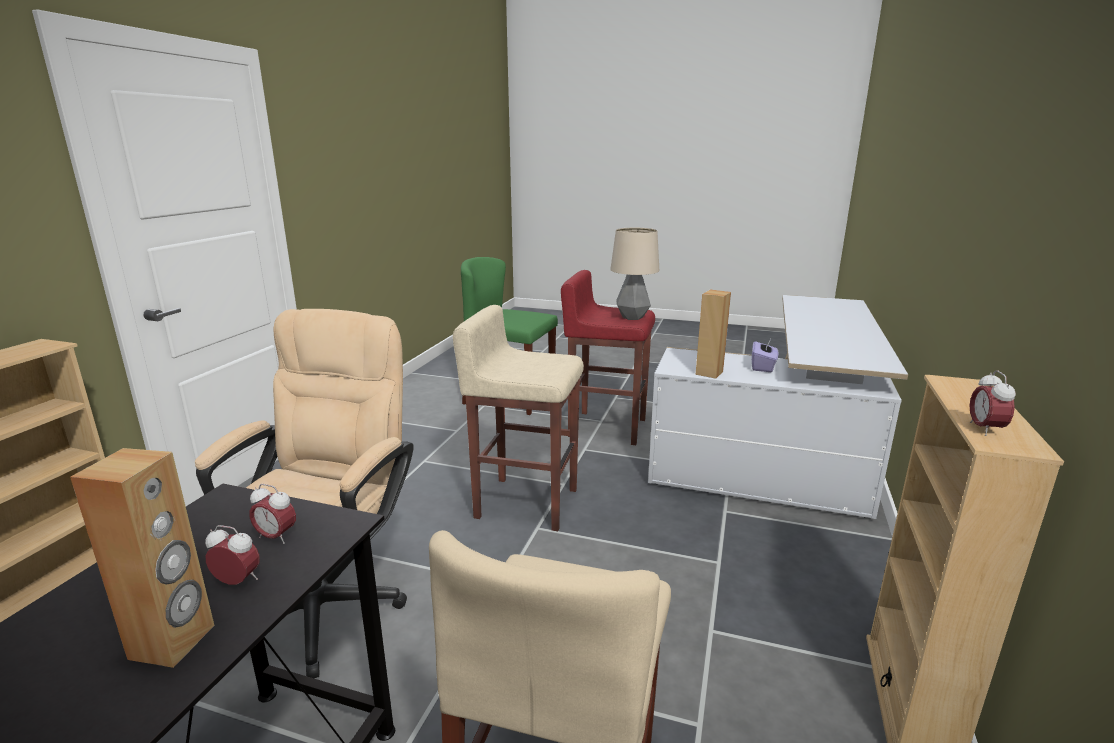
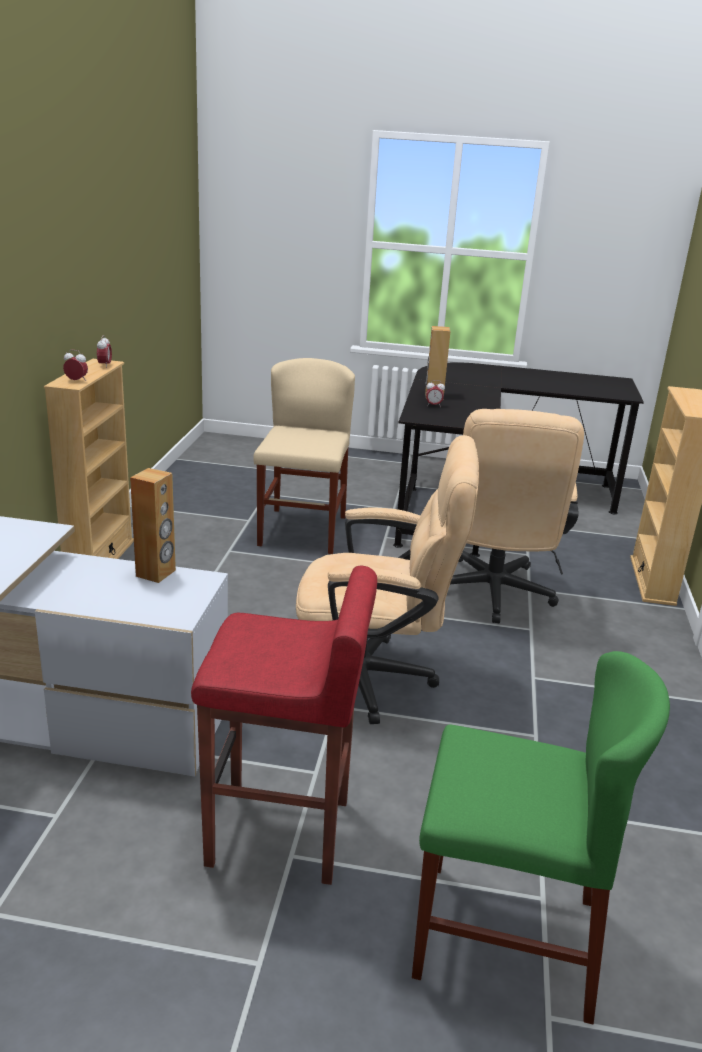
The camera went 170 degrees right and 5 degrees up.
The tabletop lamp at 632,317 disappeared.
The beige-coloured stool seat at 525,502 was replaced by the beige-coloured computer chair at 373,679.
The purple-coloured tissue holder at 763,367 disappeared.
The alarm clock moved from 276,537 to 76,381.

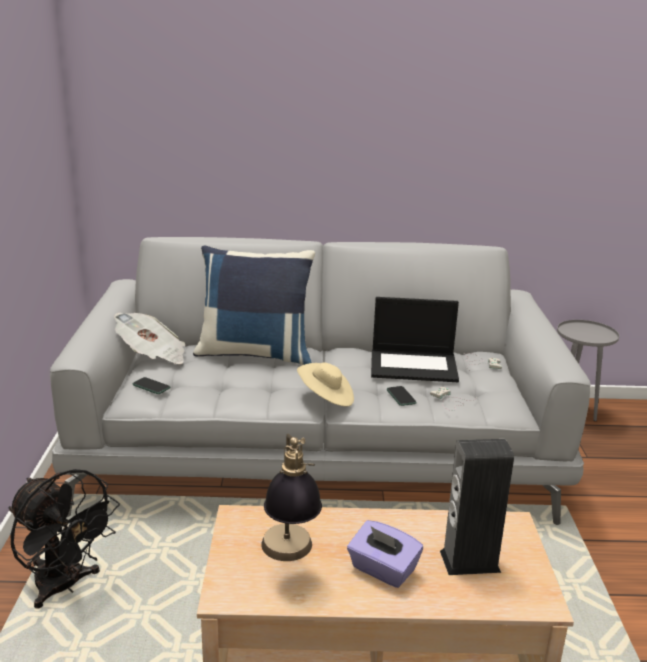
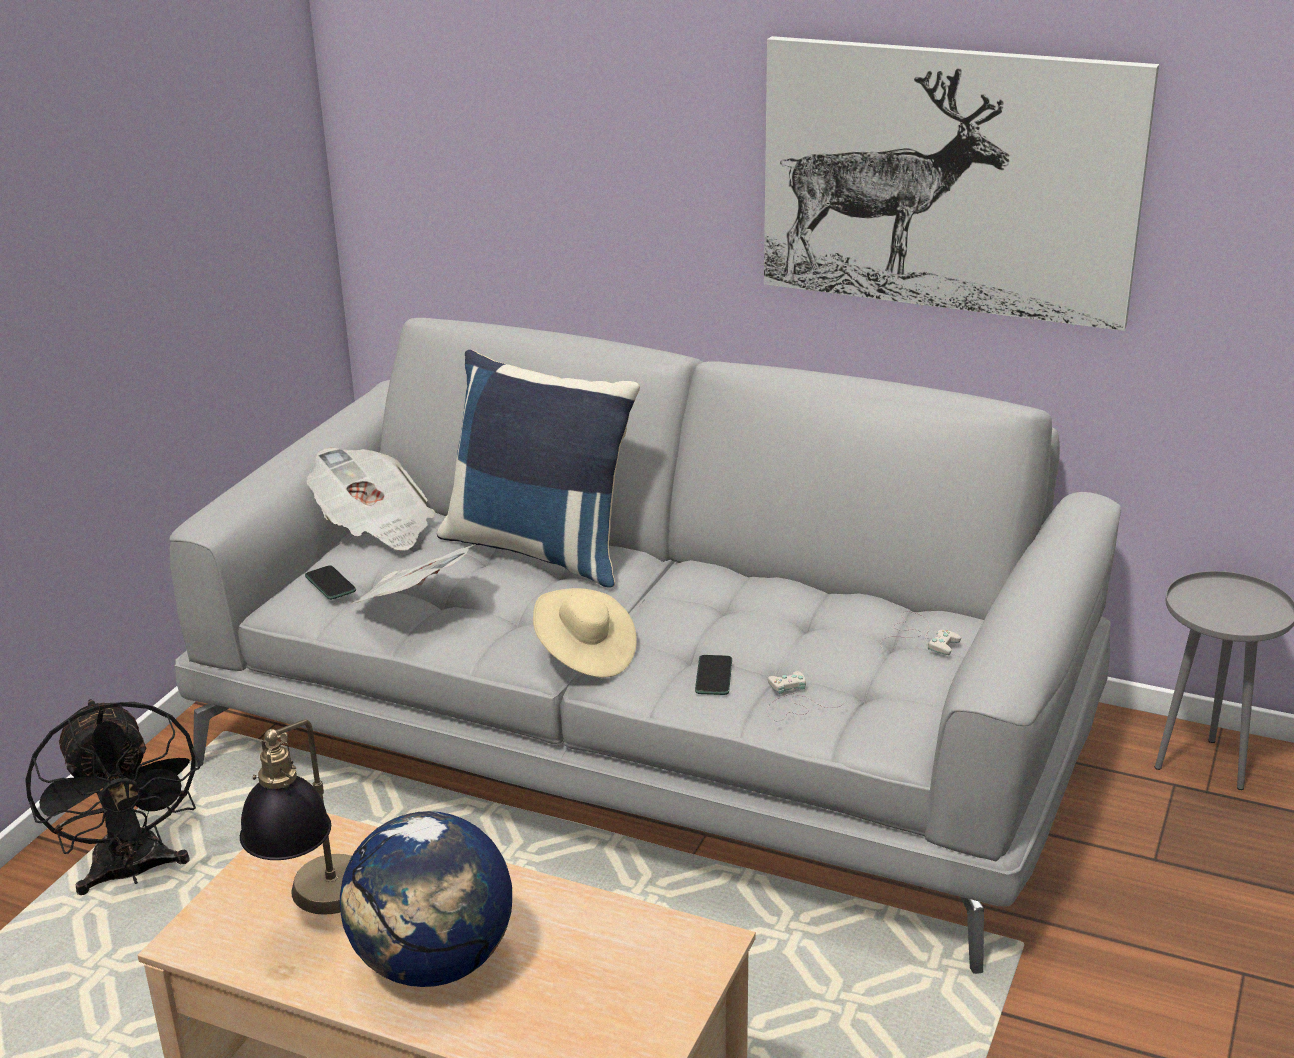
The camera went 25 degrees right and 5 degrees up.
The notebook computer at 414,365 disappeared.
The audio speaker at 470,561 disappeared.
The purple-coloured tissue holder at 382,570 was replaced by the globe at 433,963.
The wall art at 948,180 appeared.
The daily paper at 416,604 appeared.

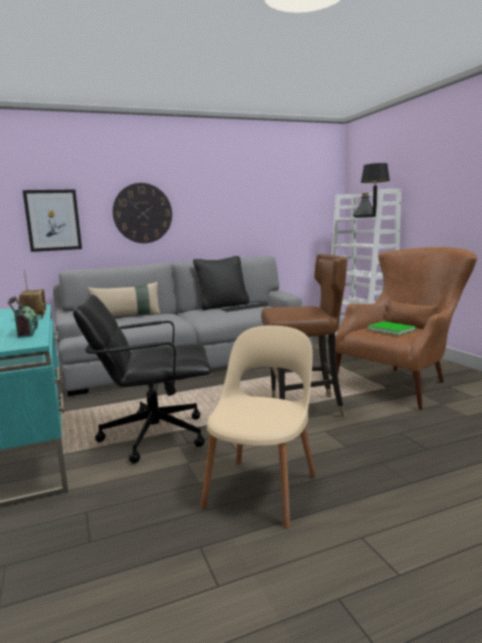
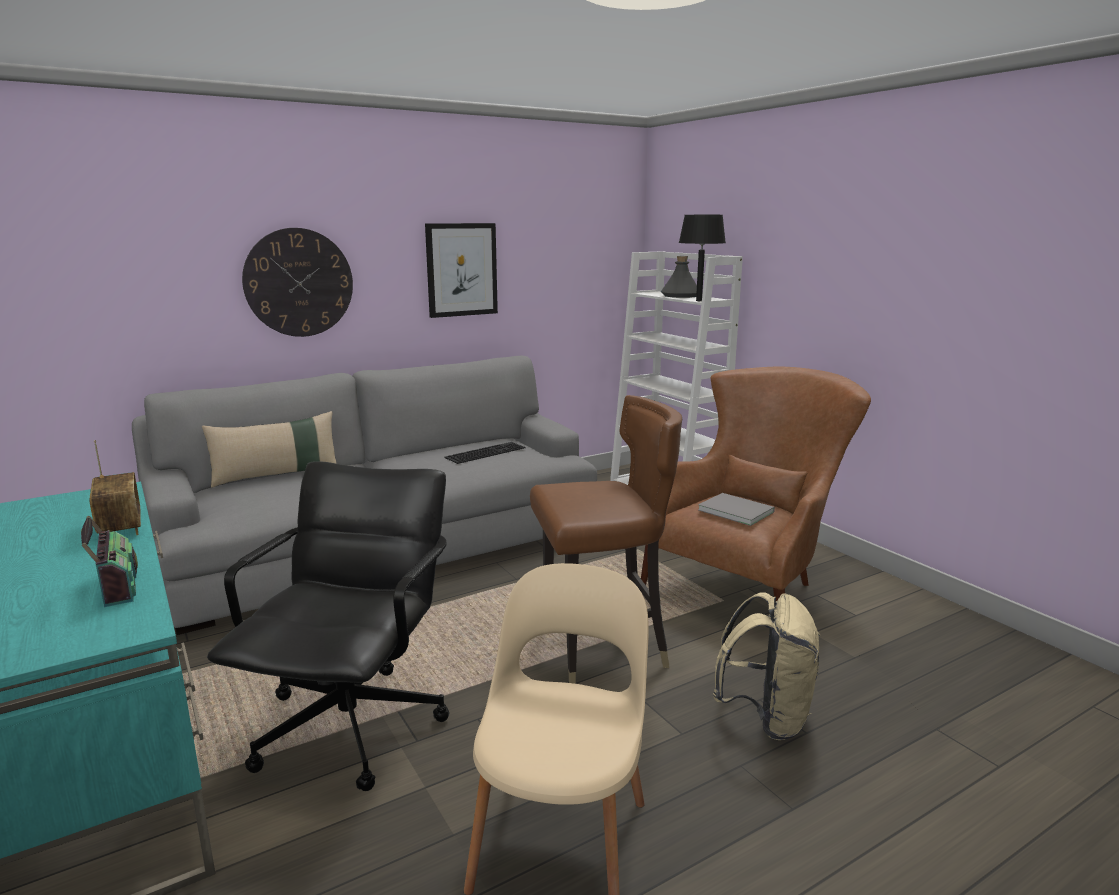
The camera went 10 degrees left and 5 degrees up.
The wall art moved from 53,220 to 461,270.
The black cushion at 223,306 disappeared.
The black computer chair at 153,435 turned 120 degrees clockwise.
The greenish book at 390,329 became the grey book at 735,510.
The beige-coloured knapsack at 766,717 appeared.

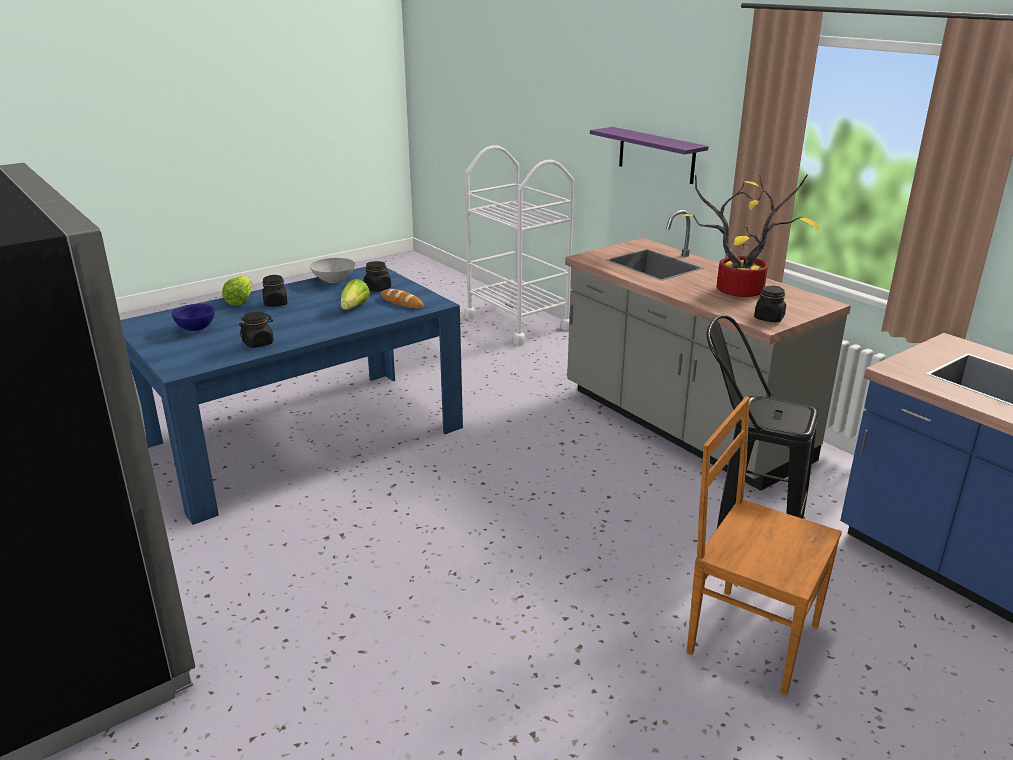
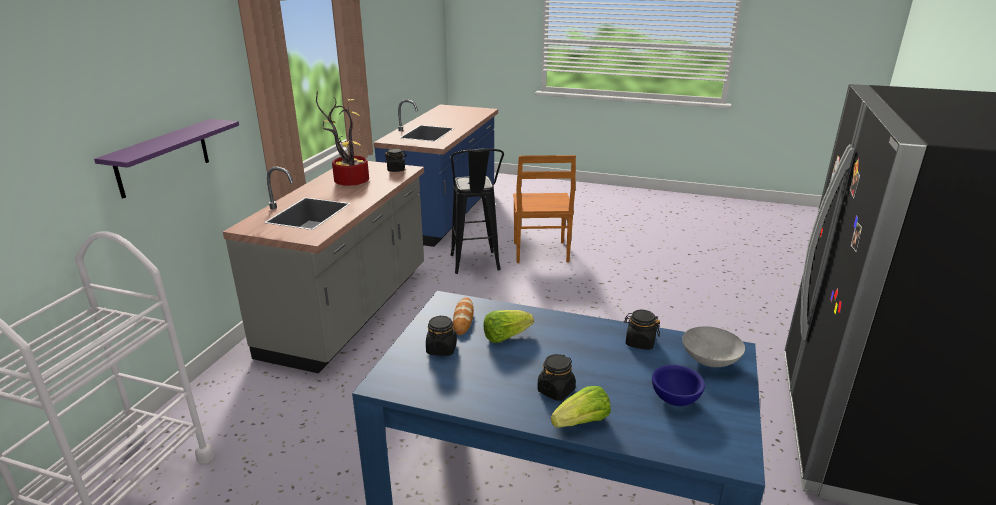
The camera went 125 degrees left and 0 degrees up.
The grey deep dish moved from 334,280 to 709,360.

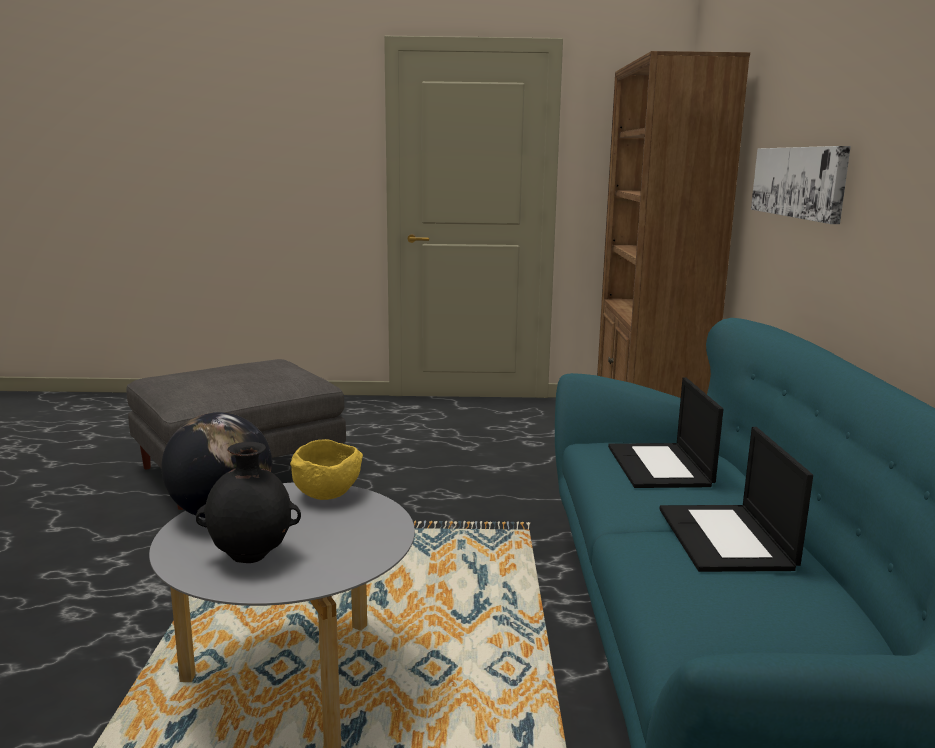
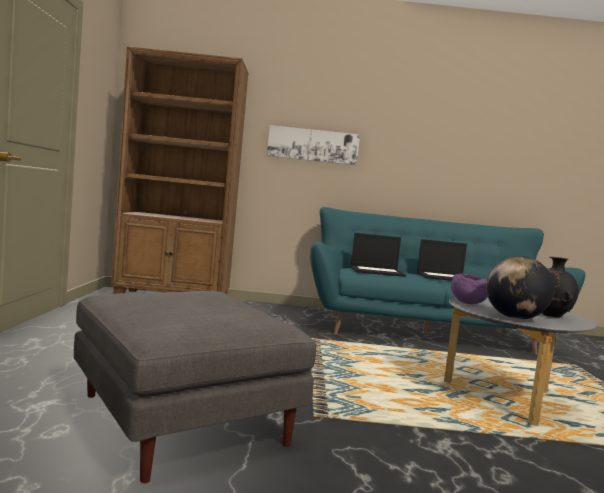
The camera went 90 degrees left and 10 degrees down.
The yellow deep dish at 327,495 became the purple-coloured deep dish at 467,303.

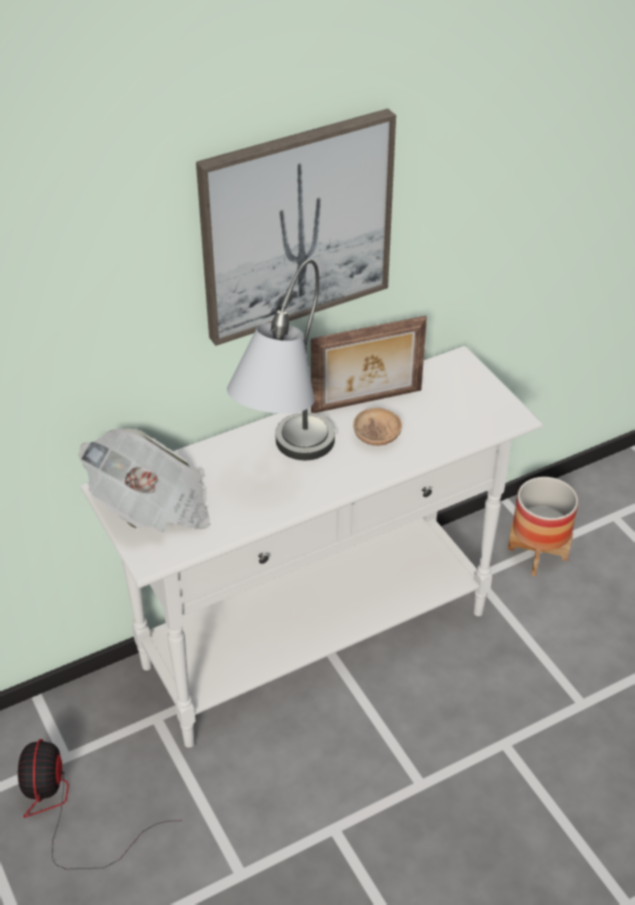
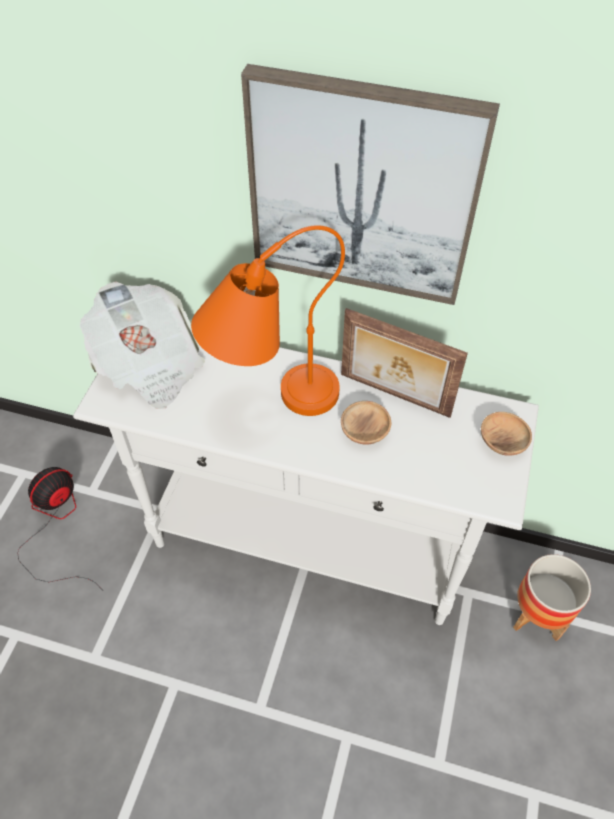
The camera went 45 degrees right and 10 degrees up.
The grey tabletop lamp at 285,465 became the orange tabletop lamp at 270,402.
The brownish deep dish at 502,442 appeared.

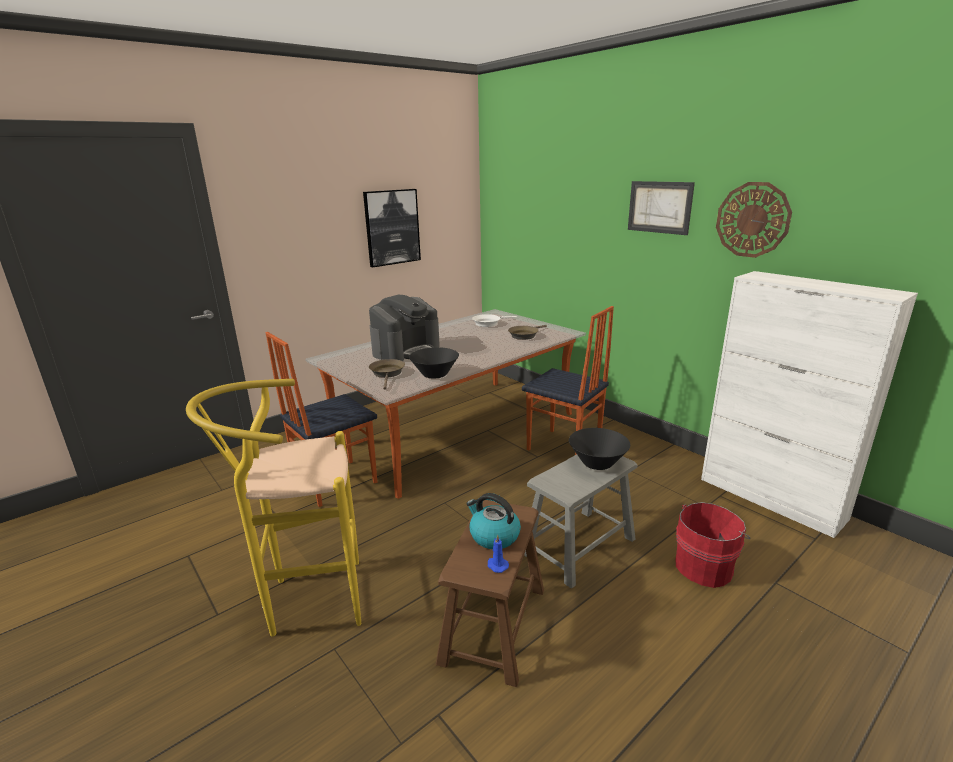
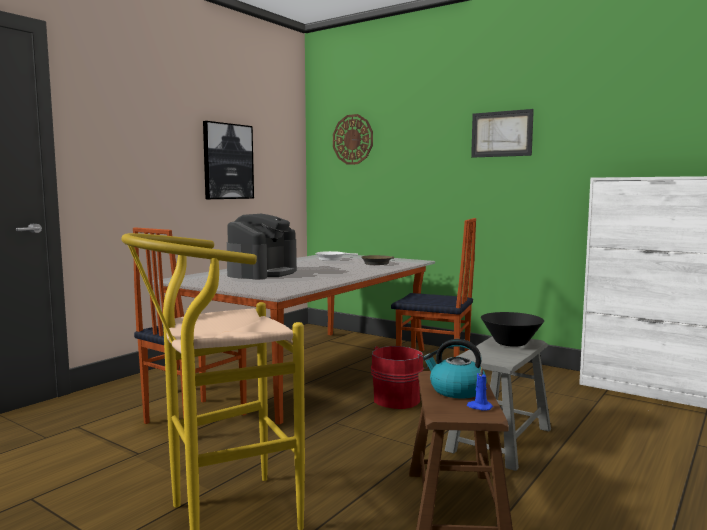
The camera went 15 degrees left and 15 degrees down.
The hanging clock moved from 752,220 to 353,139.
The black deep dish at 435,375 disappeared.
The brownish frying pan at 387,374 disappeared.
The reddish bucket moved from 705,566 to 398,399.

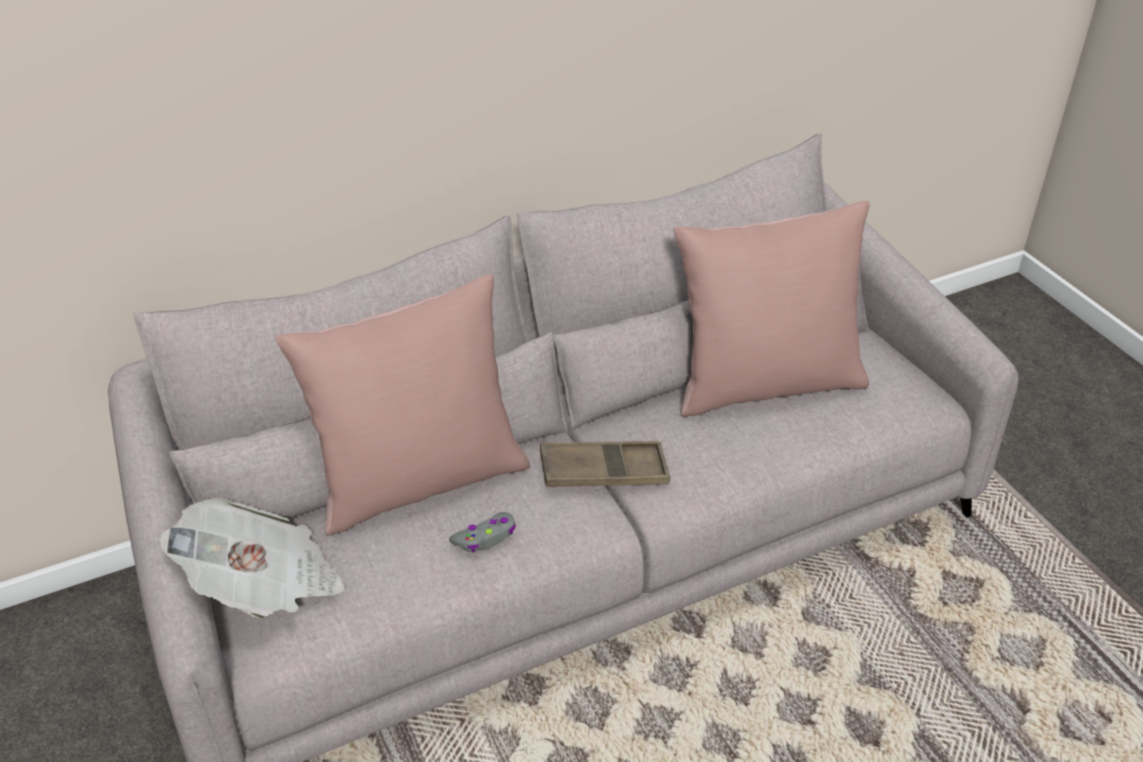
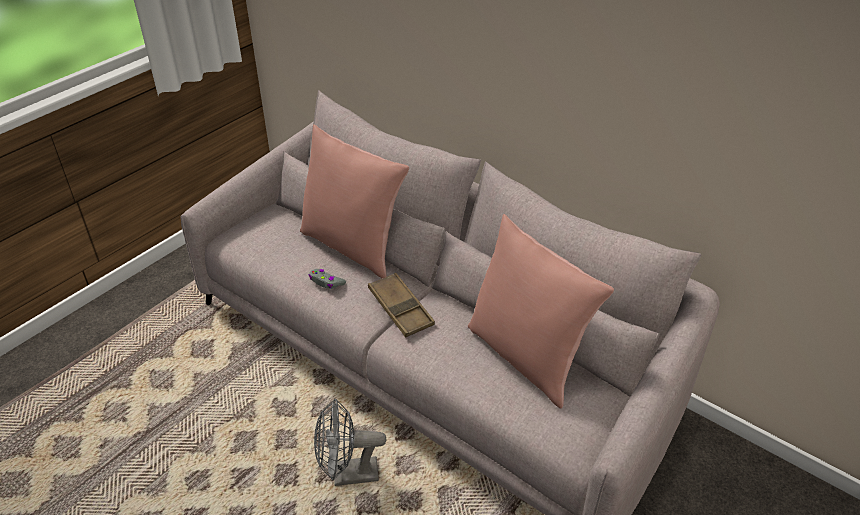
The camera went 65 degrees right and 0 degrees up.
The daily paper at 264,586 disappeared.
The grey electric fan at 348,475 appeared.

